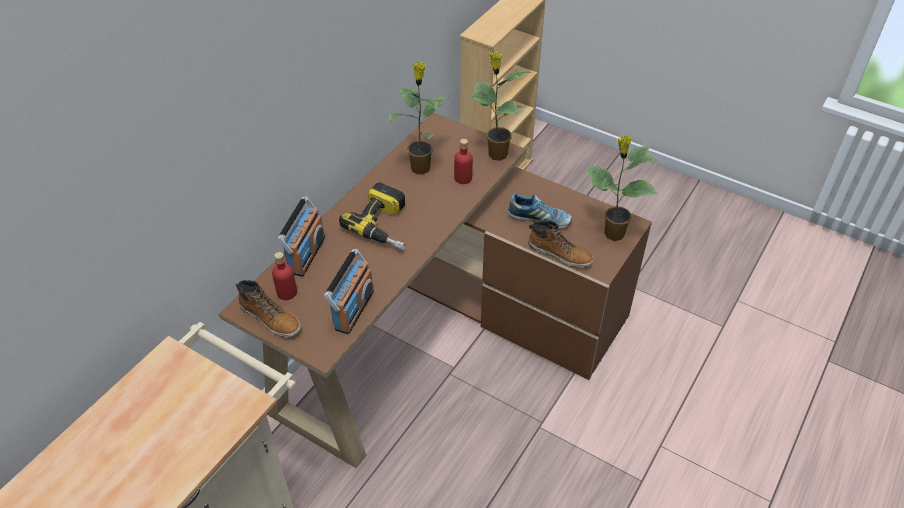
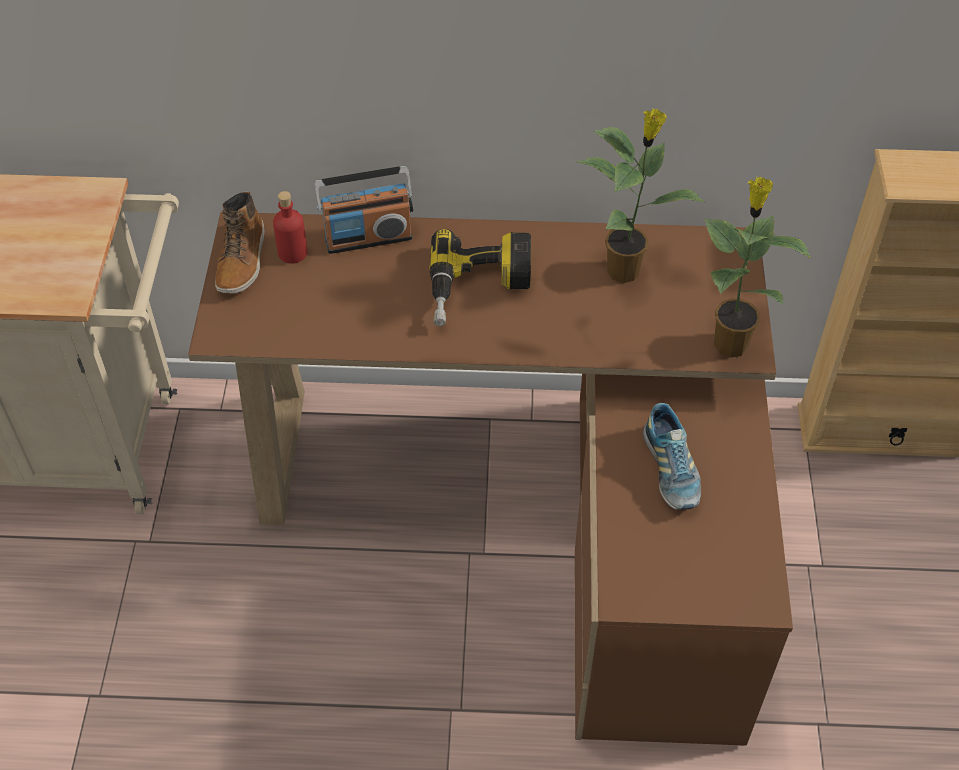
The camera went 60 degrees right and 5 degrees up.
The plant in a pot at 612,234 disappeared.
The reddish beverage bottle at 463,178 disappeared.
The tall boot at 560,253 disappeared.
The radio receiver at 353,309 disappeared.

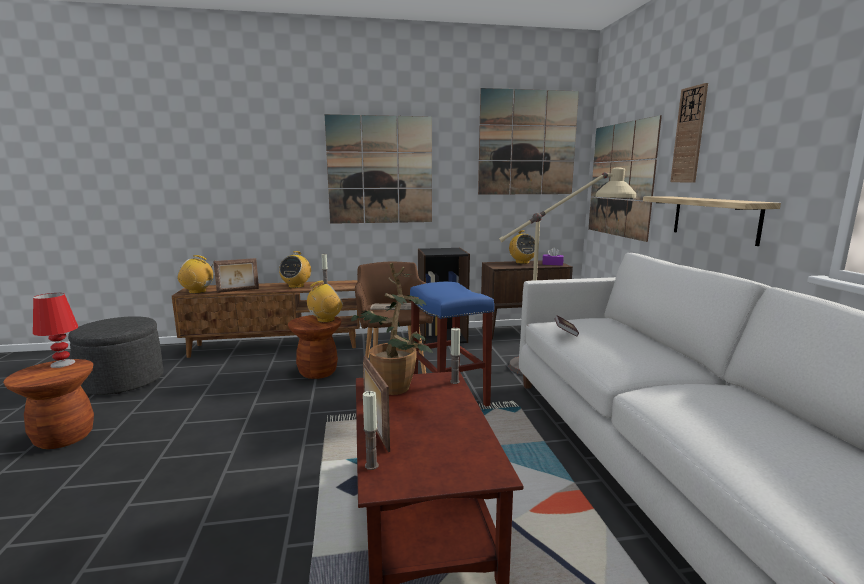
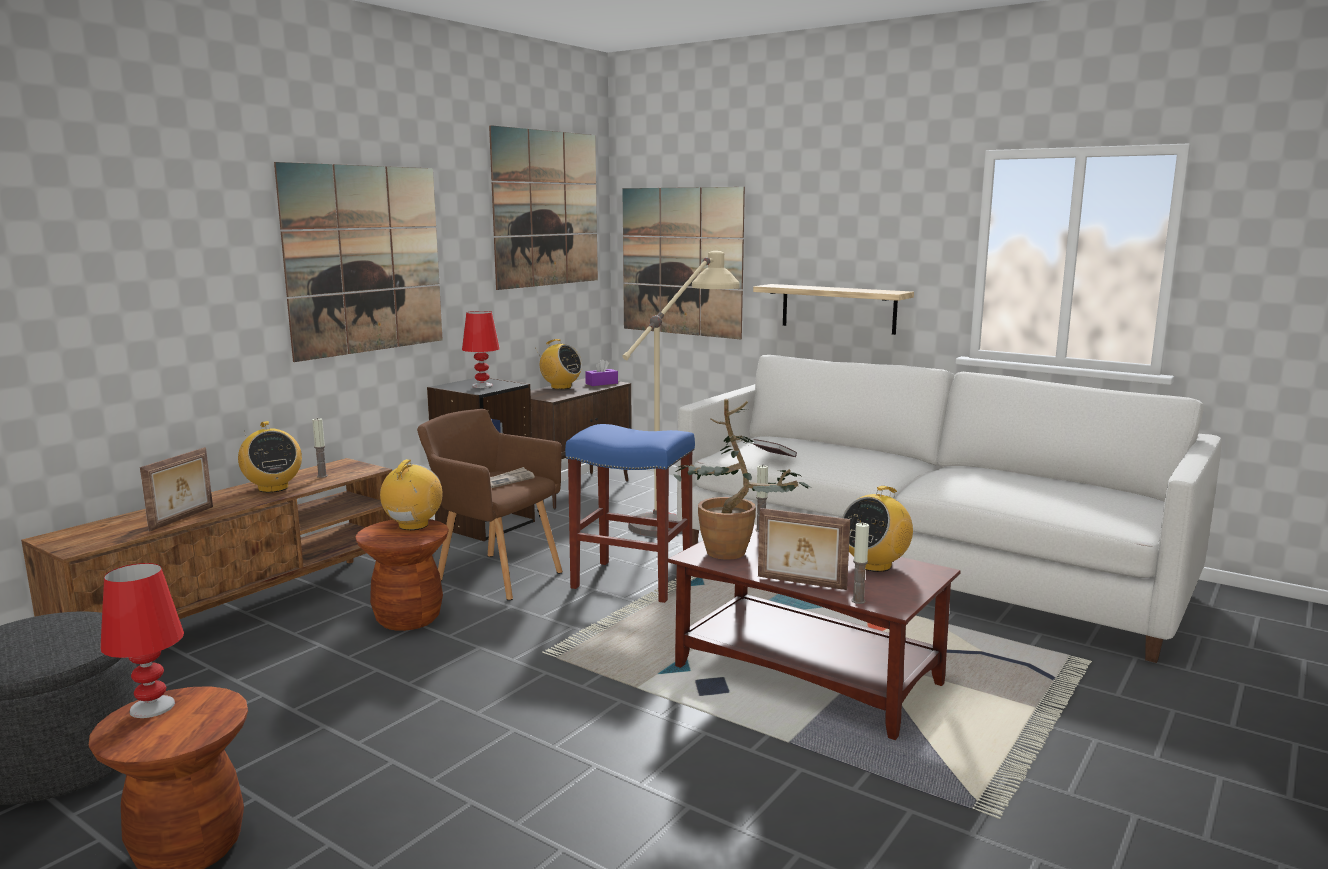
The camera went 45 degrees left and 0 degrees up.
The hanging clock at 689,135 disappeared.
The radio receiver moved from 197,291 to 874,565.
The reddish tabletop lamp at 482,386 appeared.

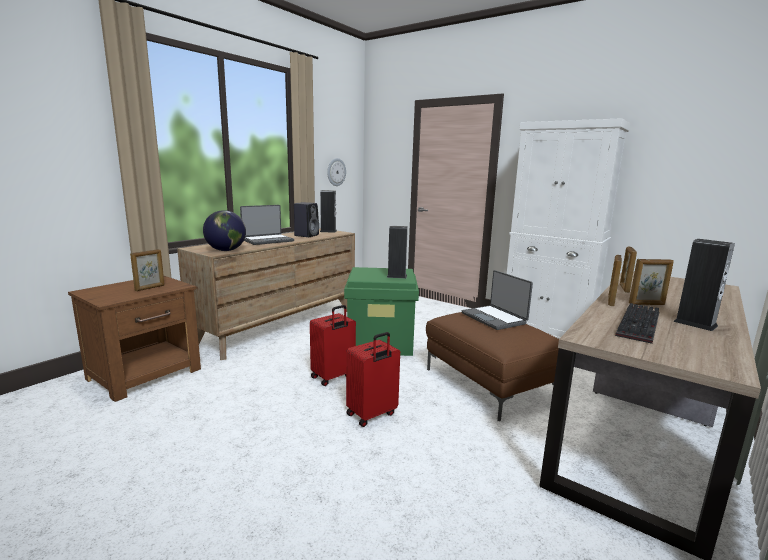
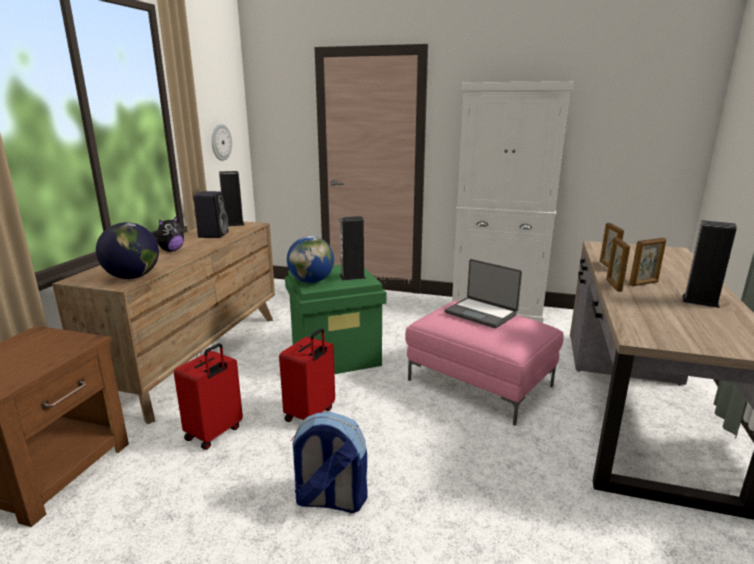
The camera went 20 degrees left and 5 degrees up.
The notebook computer at 267,240 was replaced by the soft toy at 171,250.
The photo frame at 150,288 disappeared.
The keyboard at 640,325 disappeared.
The brownish pouffe at 491,384 became the pink pouffe at 481,383.
The reddish travel case moved from 372,415 to 214,433.
The globe at 311,281 appeared.
The knapsack at 329,500 appeared.

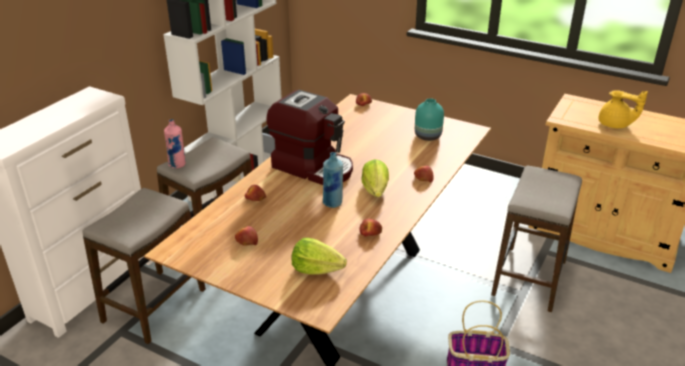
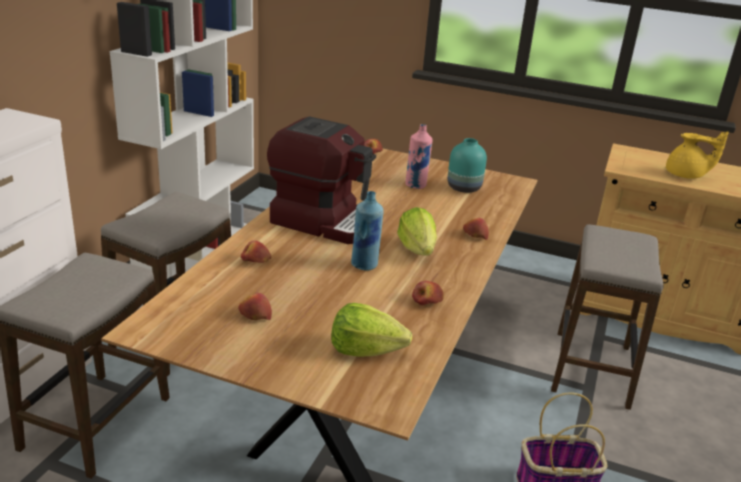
The camera went 10 degrees left and 5 degrees down.
The pink beverage bottle moved from 177,165 to 416,185.

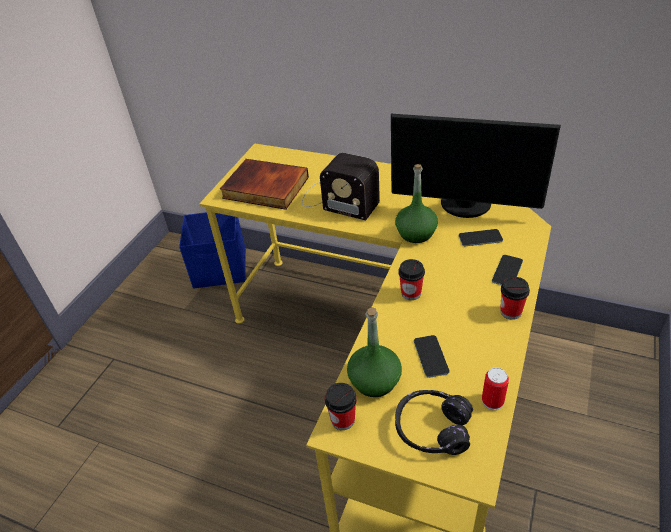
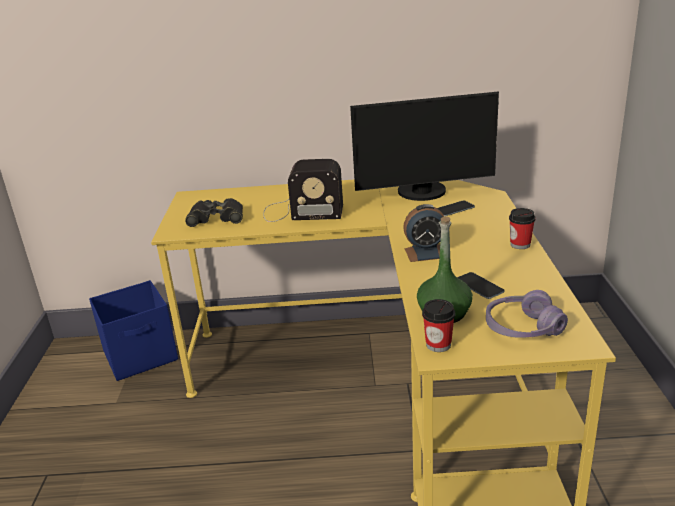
The camera went 25 degrees left and 15 degrees down.
The book at 264,188 was replaced by the black pair of binoculars at 216,218.
The greenish beverage bottle at 416,233 disappeared.
The telephone at 507,271 disappeared.
The drinking cup at 411,293 was replaced by the alarm clock at 425,253.
The metal can at 492,401 disappeared.
The black pair of headphones at 432,429 became the purple-coloured pair of headphones at 522,328.

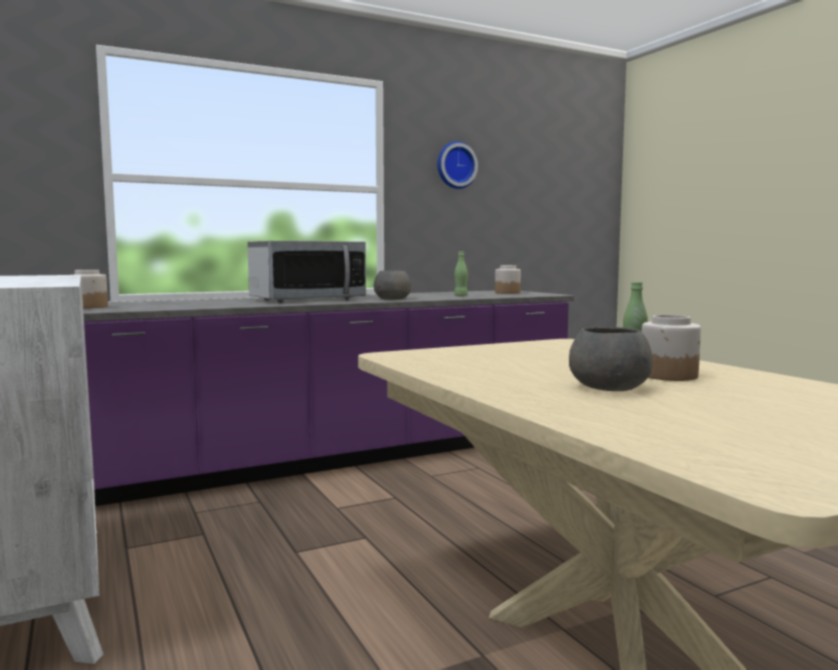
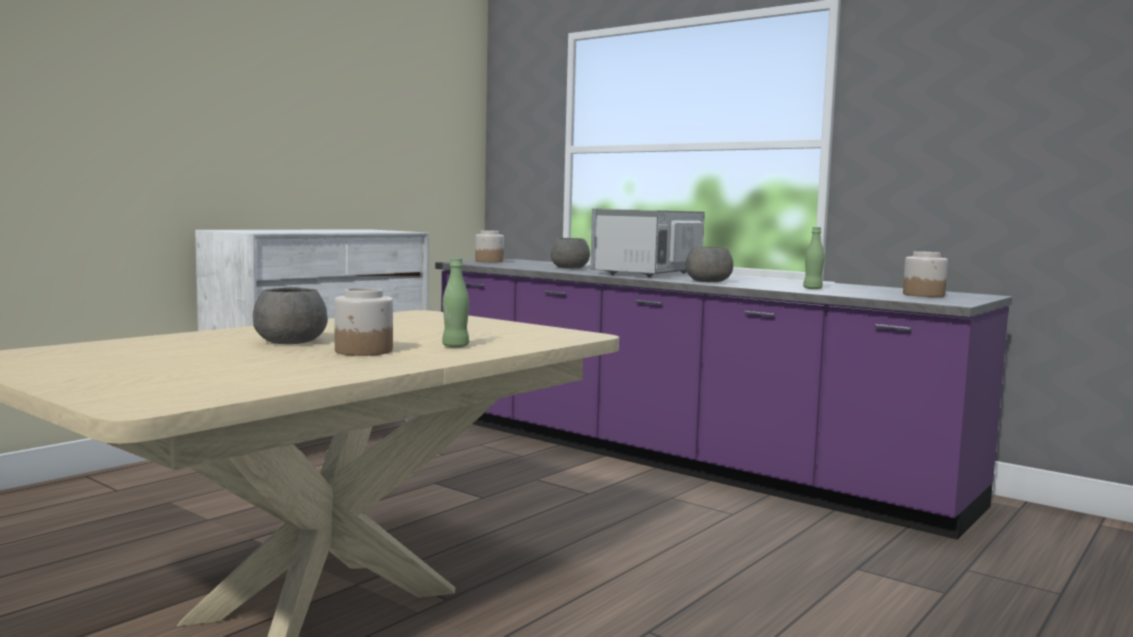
The camera went 65 degrees right and 0 degrees up.
The hanging clock at 455,165 disappeared.
The microwave oven at 307,299 turned 90 degrees clockwise.
The grey deep dish at 570,268 appeared.

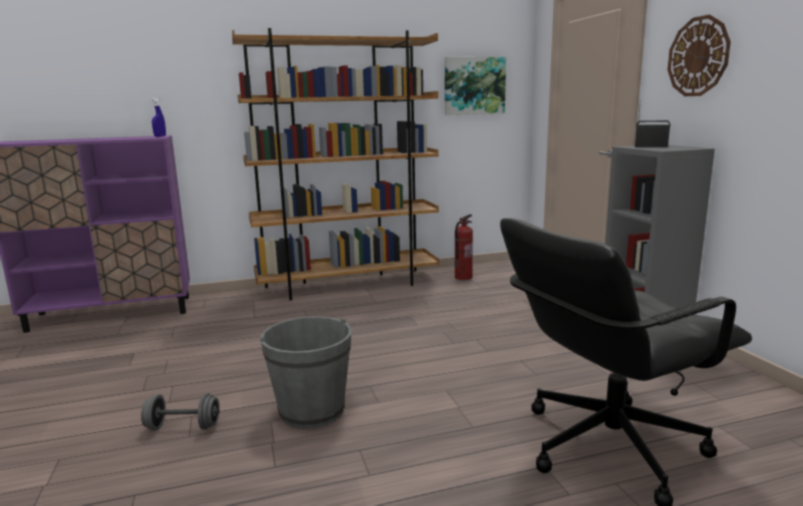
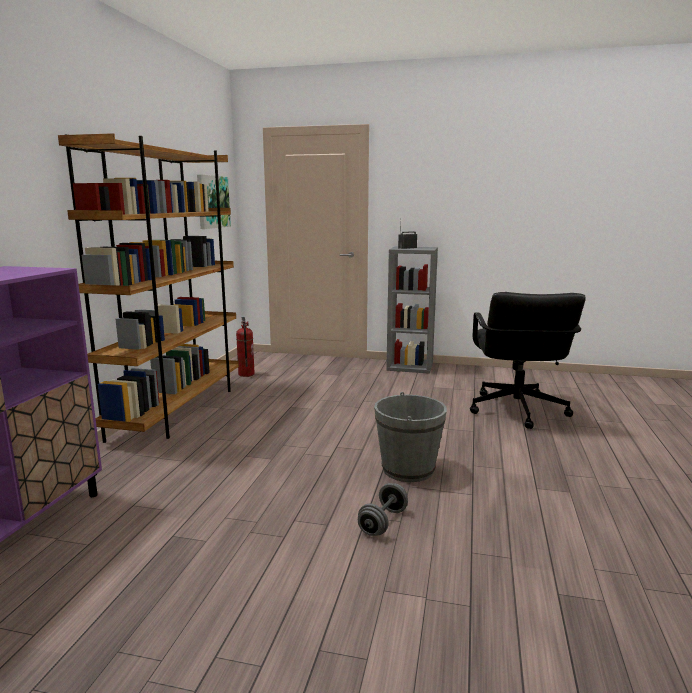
The camera went 60 degrees left and 0 degrees up.
The hanging clock at 698,56 disappeared.
The blue-coloured sprayer at 160,136 disappeared.

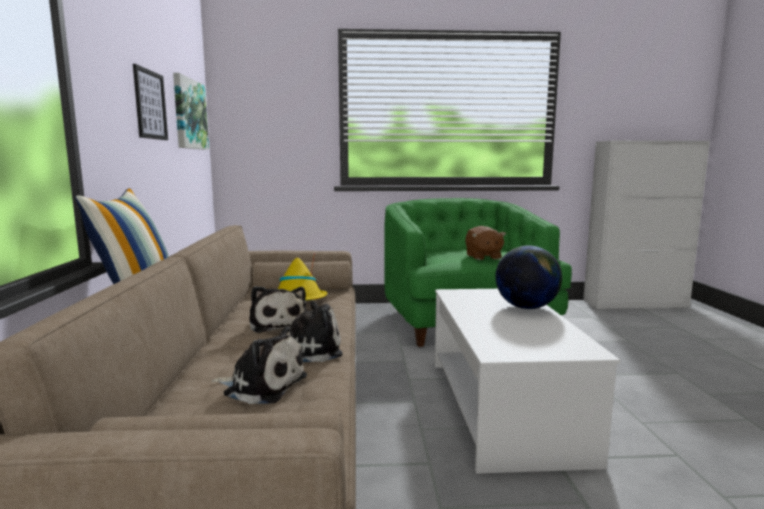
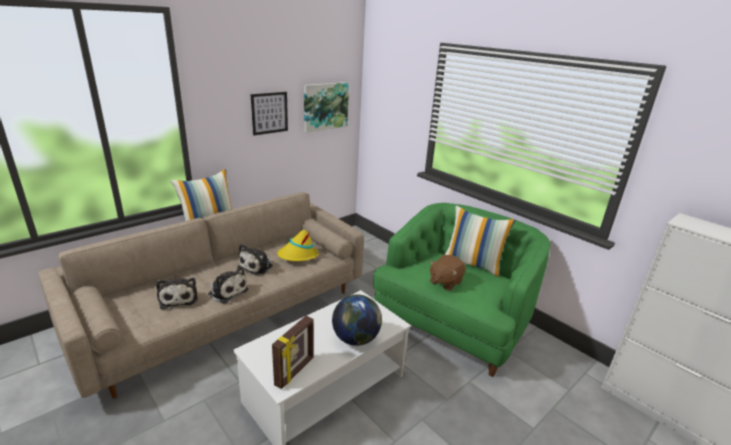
The camera went 50 degrees right and 15 degrees up.
The cushion at 473,264 appeared.
The photo frame at 295,371 appeared.

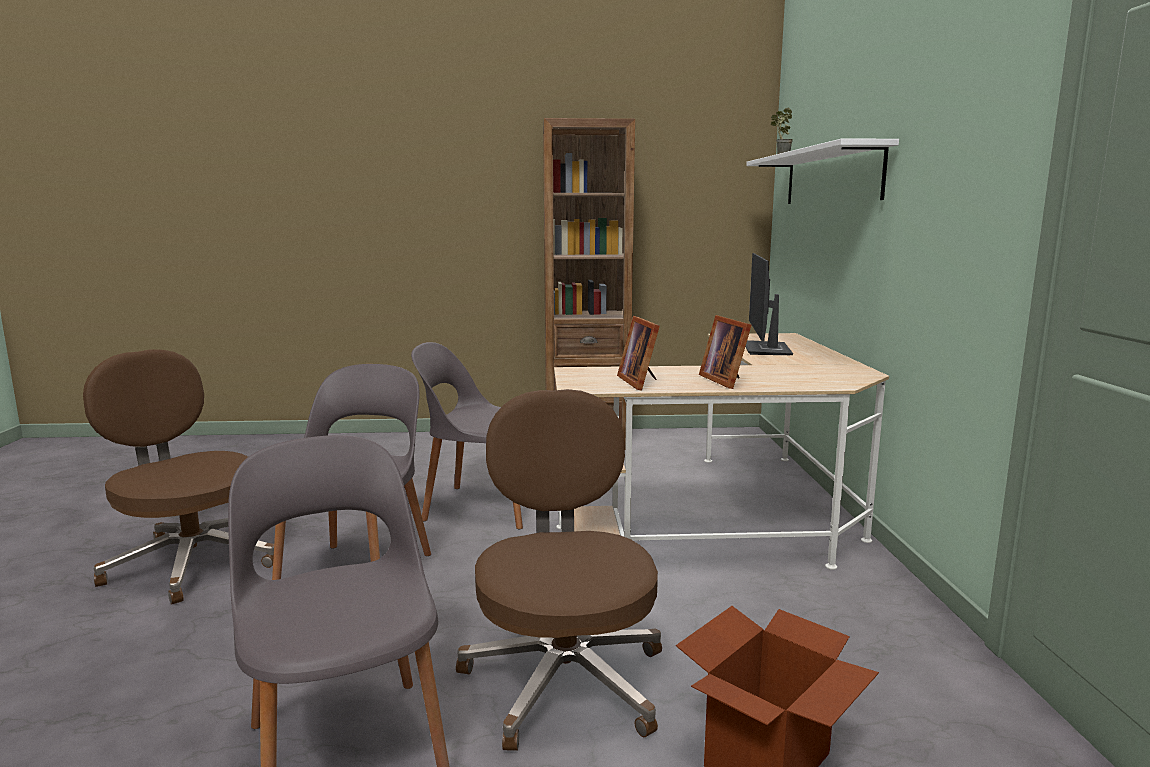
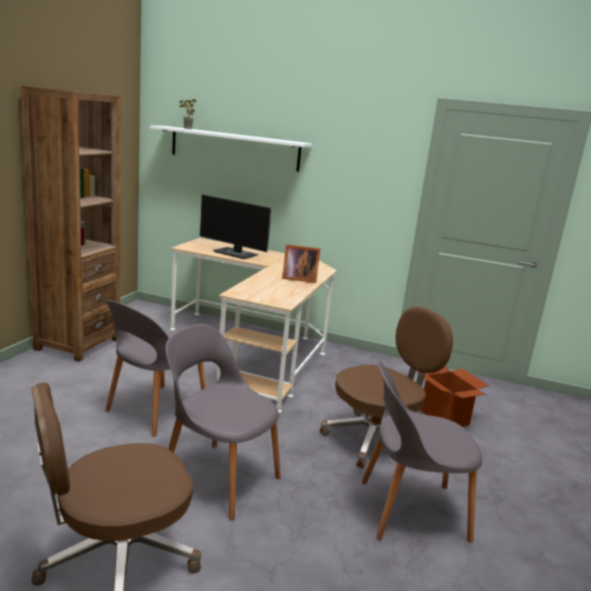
The camera went 70 degrees left and 5 degrees up.
The photo frame at 641,382 disappeared.
The brownish computer chair at 564,678 turned 135 degrees clockwise.

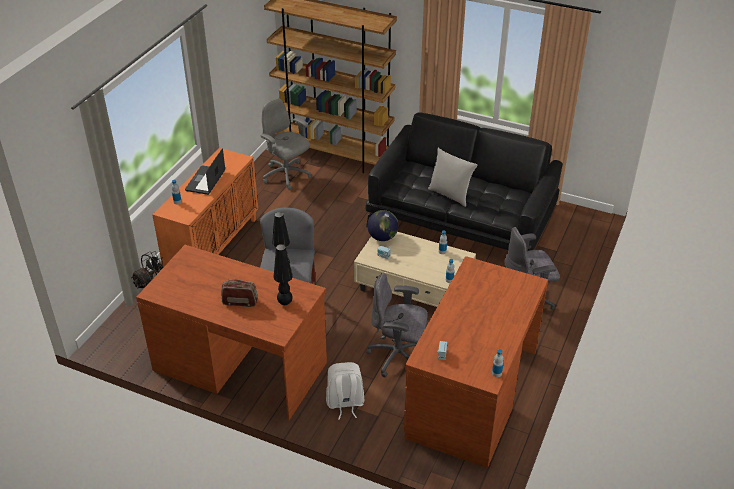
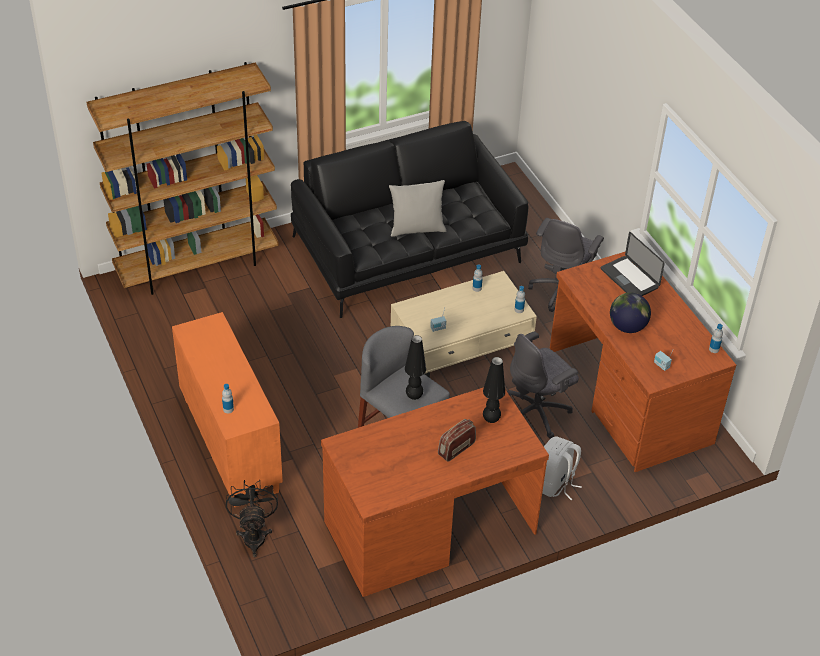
The camera went 50 degrees left and 5 degrees up.
The grey computer chair at 286,176 disappeared.
The notebook computer moved from 205,181 to 629,278.
The globe moved from 382,237 to 627,326.

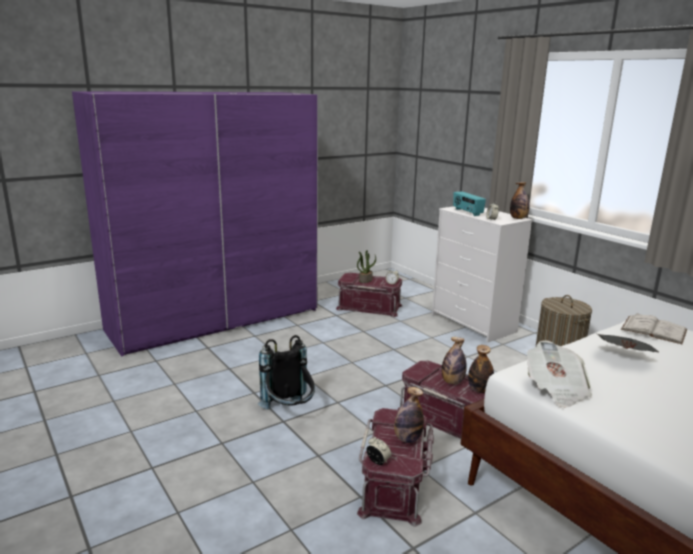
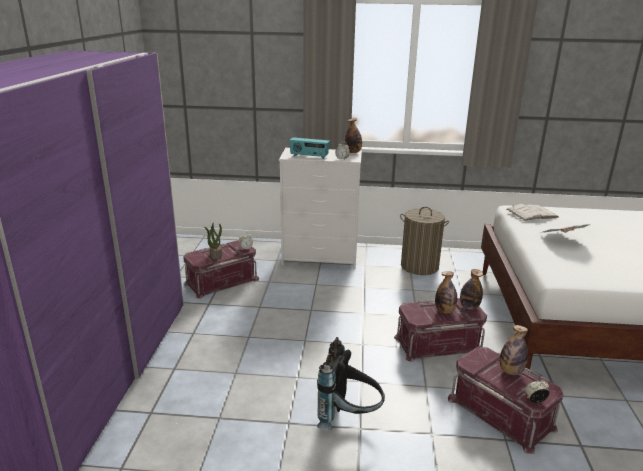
The camera went 50 degrees left and 5 degrees up.
The daily paper at 556,389 disappeared.

